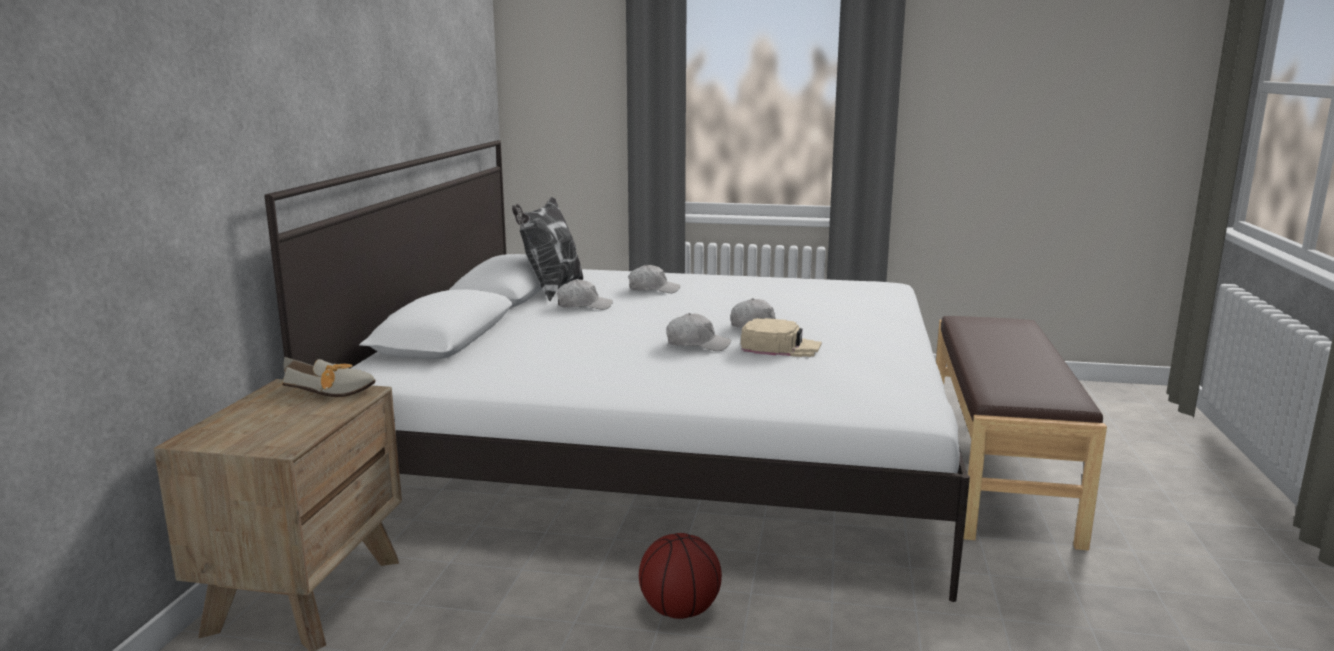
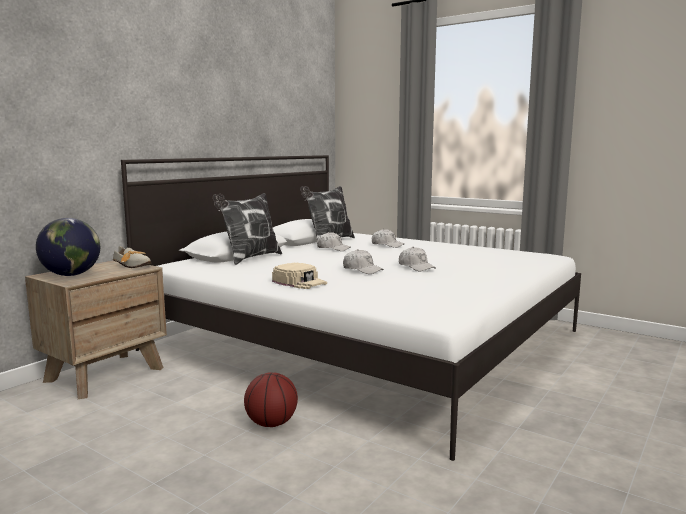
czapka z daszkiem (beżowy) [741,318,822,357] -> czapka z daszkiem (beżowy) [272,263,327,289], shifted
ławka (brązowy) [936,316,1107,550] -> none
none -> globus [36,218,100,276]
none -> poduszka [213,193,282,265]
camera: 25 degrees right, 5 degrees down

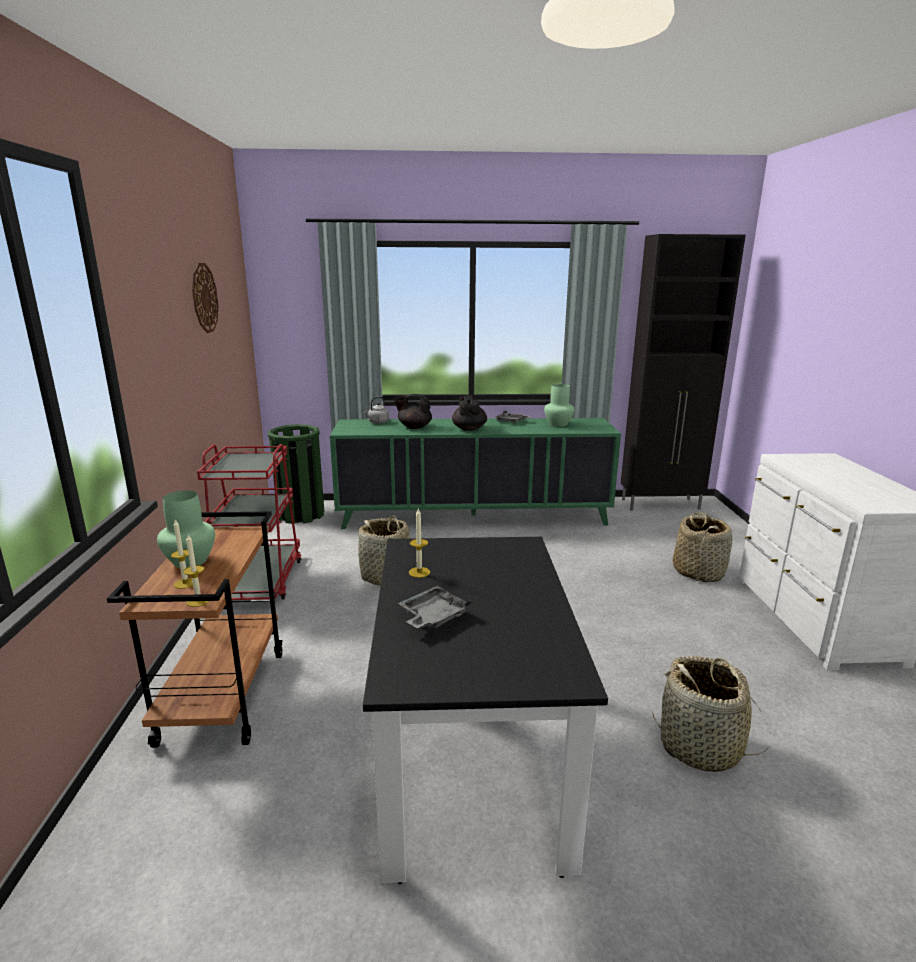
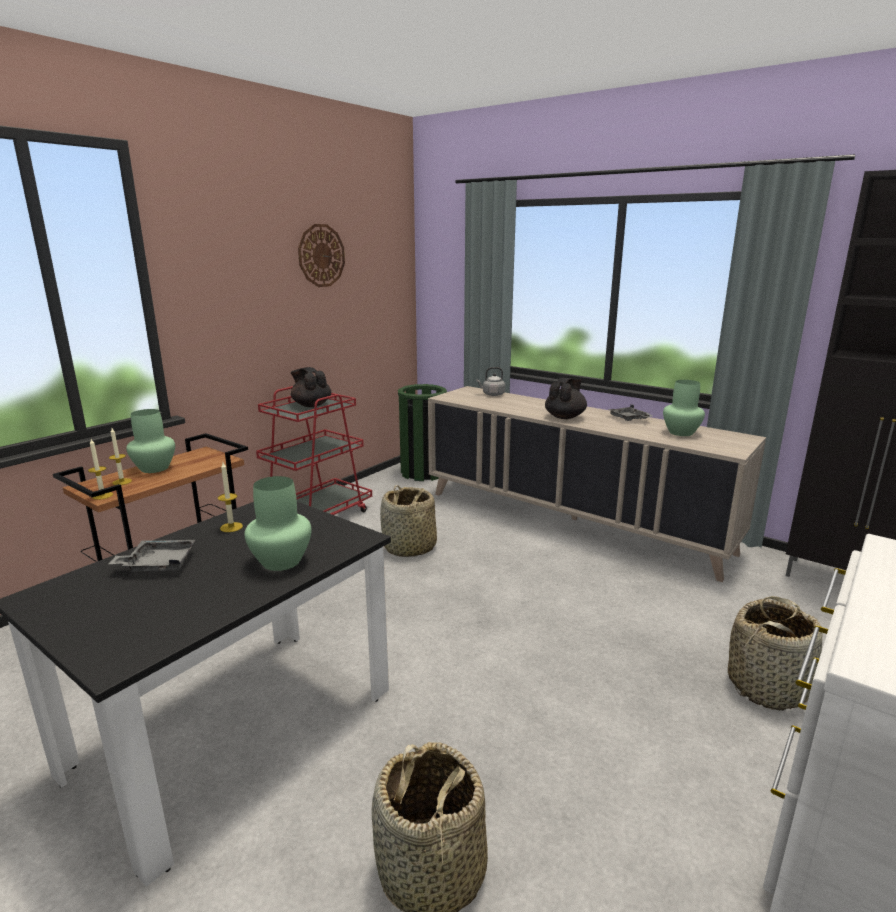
szafka (zielony) [330,418,621,529] -> szafka (beżowy) [428,386,766,582]
imbryk (czarny) [394,394,432,429] -> imbryk (czarny) [291,367,331,407], shifted
none -> wazon (zielony) [245,476,312,571]
camera: 40 degrees right, 0 degrees up

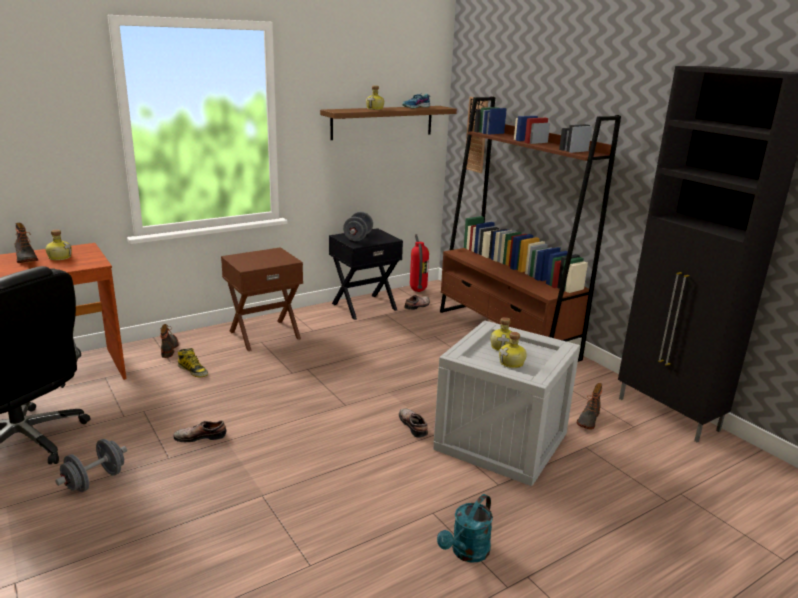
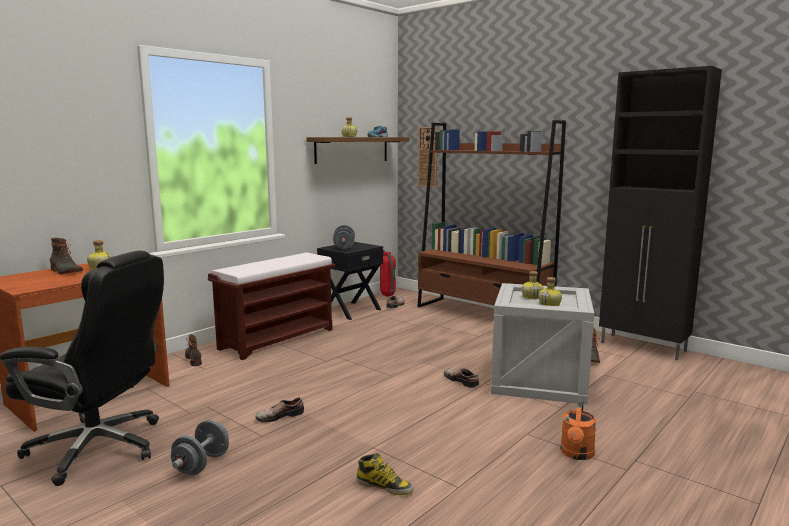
but z cholewką [178,348,208,377] -> but z cholewką [356,453,414,495], shifted
szafka nocna (brązowy) [221,247,303,351] -> ławka (brązowy) [208,252,336,360]
konewka (turkusowy) [437,494,493,563] -> konewka (pomarańczowy) [561,401,596,460]
camera: 15 degrees left, 10 degrees down

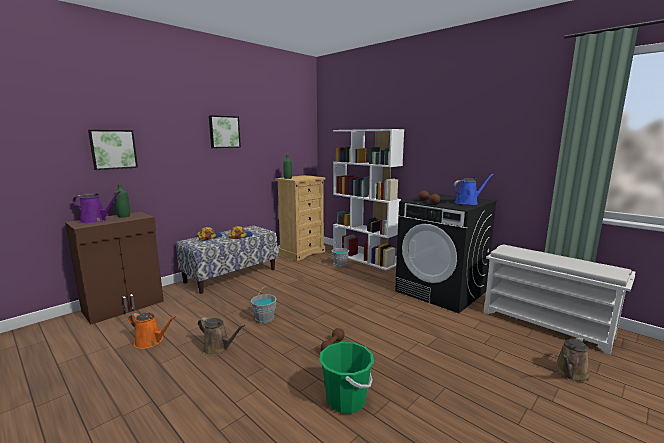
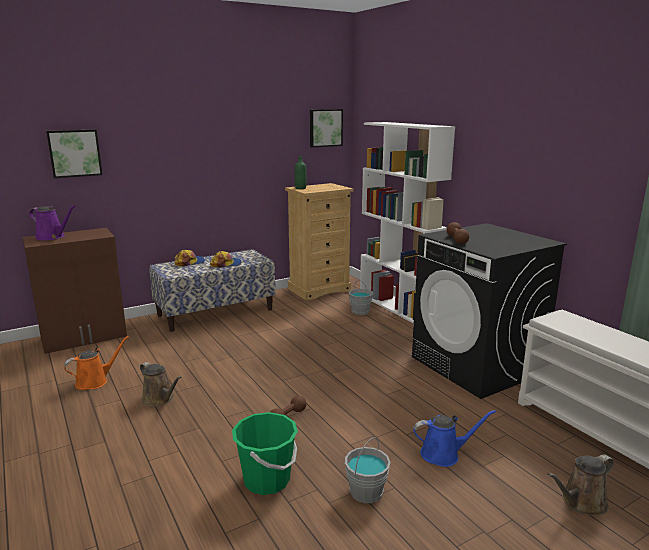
butelka (zielony) [114,184,130,218] -> none
konewka (pomarańczowy) [128,312,176,349] -> konewka (pomarańczowy) [64,336,129,390], 75 degrees counterclockwise
obraz [209,115,241,148] -> obraz [310,109,343,147], shifted
wiadro (szary) [251,286,277,324] -> wiadro (szary) [345,438,390,503], shifted
konewka (niebieski) [453,174,494,205] -> konewka (niebieski) [413,410,496,467], shifted
camera: 15 degrees right, 5 degrees up

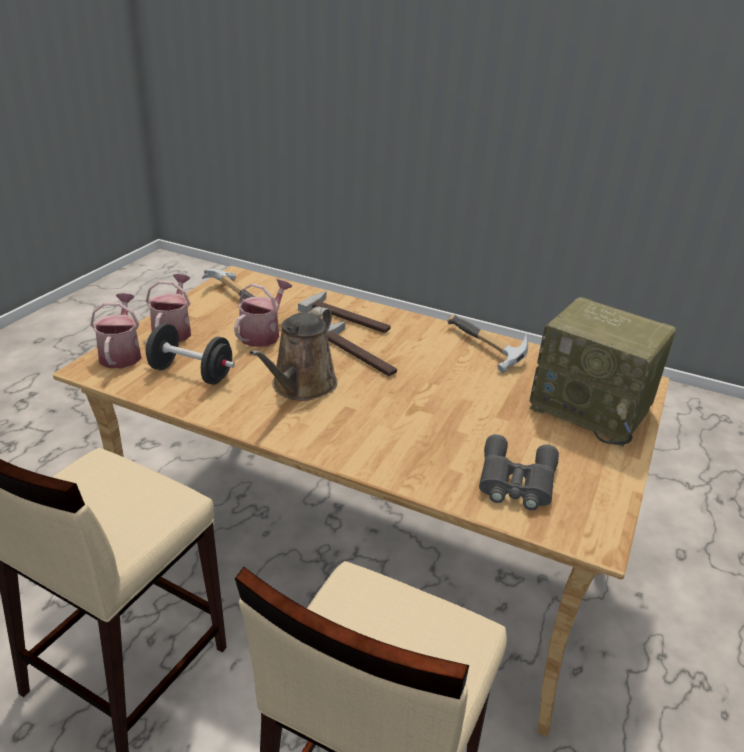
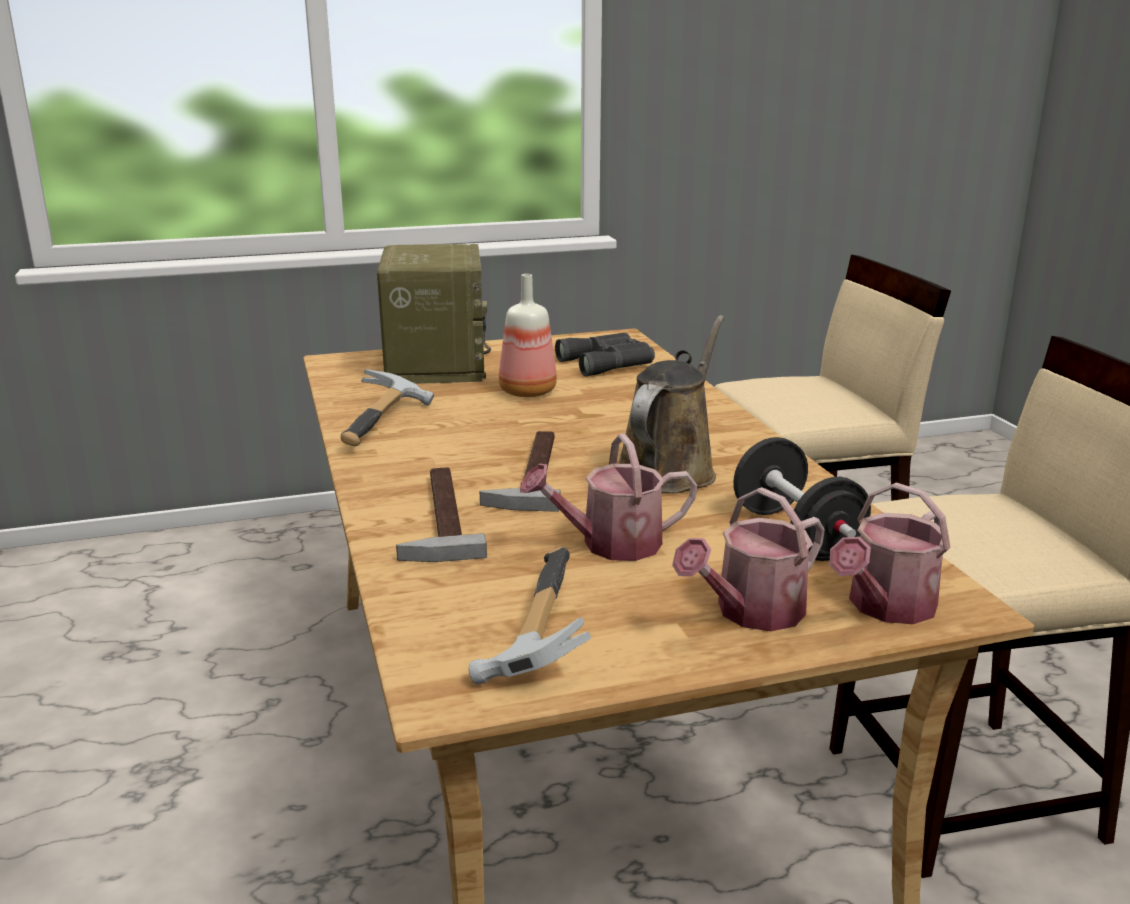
konewka (brązowy) [250,307,337,401] -> konewka (brązowy) [618,315,725,494], 45 degrees counterclockwise
none -> butelka [499,274,557,397]
camera: 130 degrees left, 10 degrees down

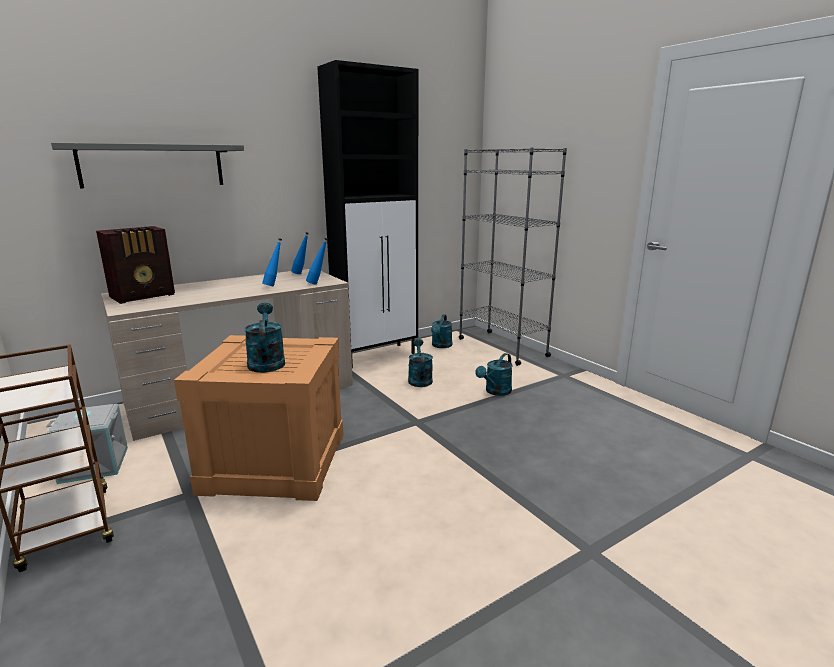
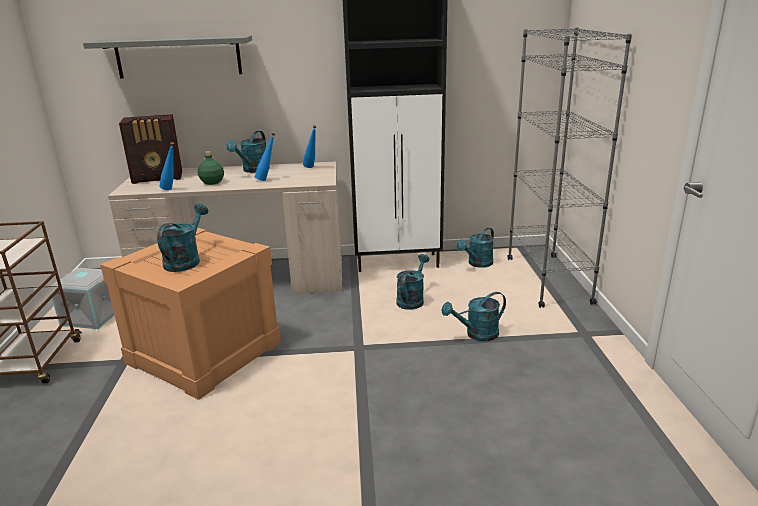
butelka (niebieski) [306,238,328,284] -> butelka (niebieski) [160,142,174,190], shifted
none -> butelka (zielony) [198,151,224,185]
none -> konewka (turkusowy) [226,131,270,173]
camera: 30 degrees right, 5 degrees up

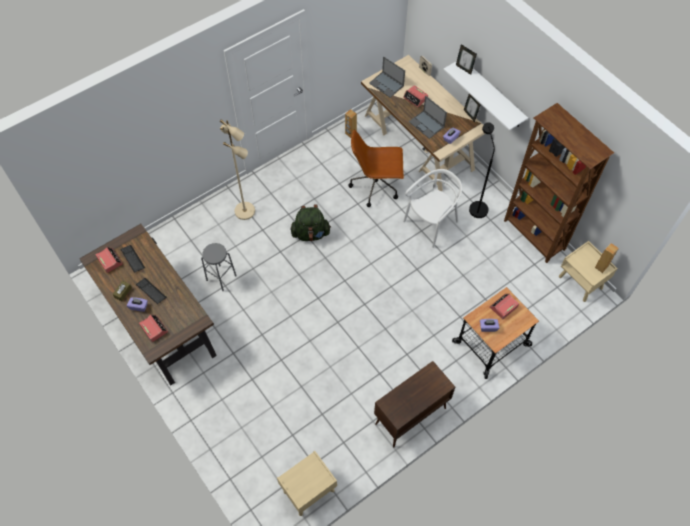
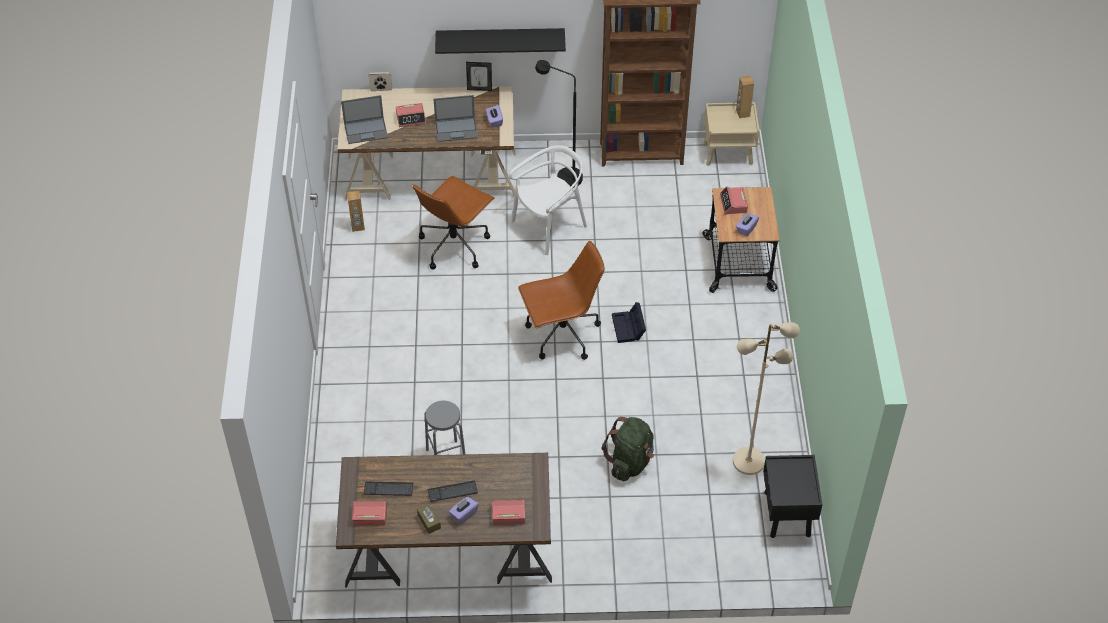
lampa stojąca (beżowy) [220,119,255,220] -> lampa stojąca (beżowy) [733,322,800,475], shifted
szafka nocna (beżowy) [277,451,337,516] -> szafka nocna (czarny) [763,455,822,538]
plecak (zielony) [290,205,331,241] -> plecak (zielony) [601,417,654,481], shifted
szafka (brązowy) [374,361,455,447] -> none
krzesło (biały) [403,169,462,248] -> krzesło (biały) [509,145,587,255], 60 degrees clockwise
półka (biały) [444,61,528,130] -> półka (czarny) [435,28,566,54]
ramka na zdjęcie [456,44,477,75] -> none
none -> krzesło biurowe (brązowy) [518,241,605,360]
none -> pojemnik do przechowywania (czarny) [612,302,646,343]
camera: 55 degrees left, 10 degrees down

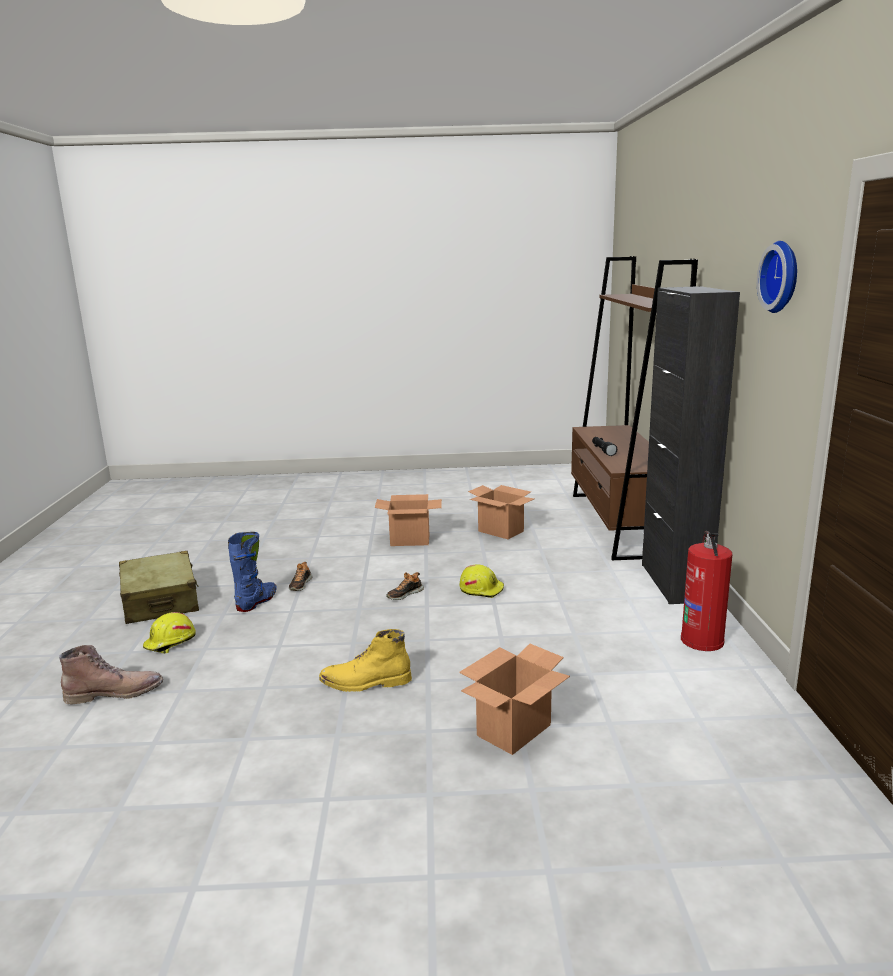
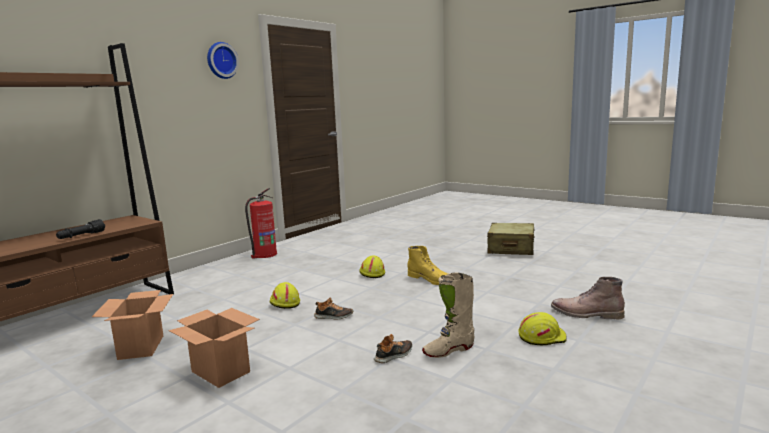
walizka (beżowy) [119,551,199,624] -> walizka (beżowy) [487,223,535,255], shifted
but z cholewką (niebieski) [228,532,277,612] -> but z cholewką (beżowy) [422,273,475,358]
karton [459,644,570,755] -> none
szafka (czarny) [642,286,740,604] -> none
none -> kask (żółty) [359,255,385,278]
camera: 140 degrees left, 5 degrees down

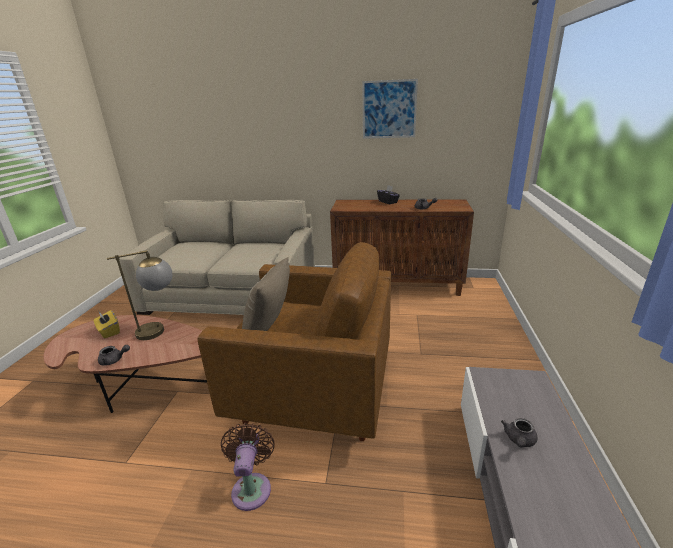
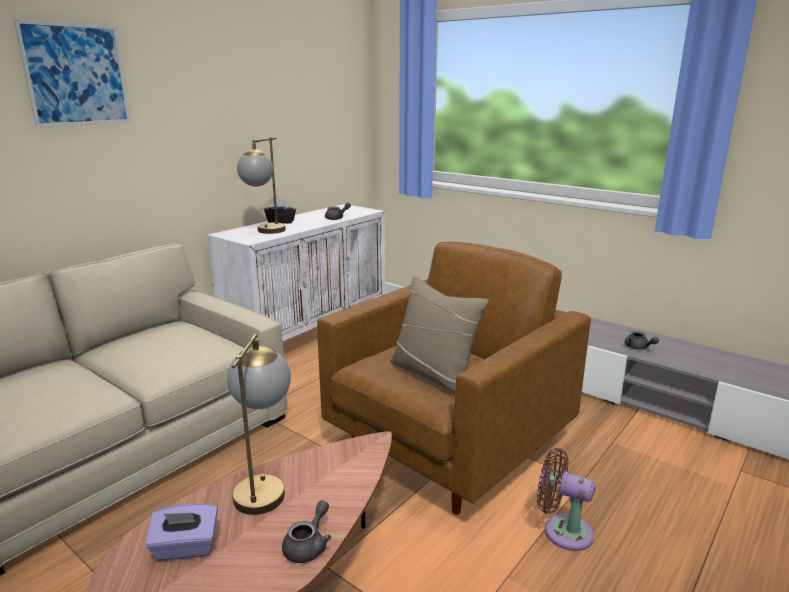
pudełko chusteczek (żółty) [94,310,120,338] -> pudełko chusteczek (fioletowy) [146,504,218,561]
szafka (brązowy) [330,199,474,296] -> szafka (biały) [208,204,385,341]
obraz [363,79,418,139] -> obraz [14,19,131,127], shifted
none -> lampa stołowa [237,137,286,234]
camera: 60 degrees left, 5 degrees down

